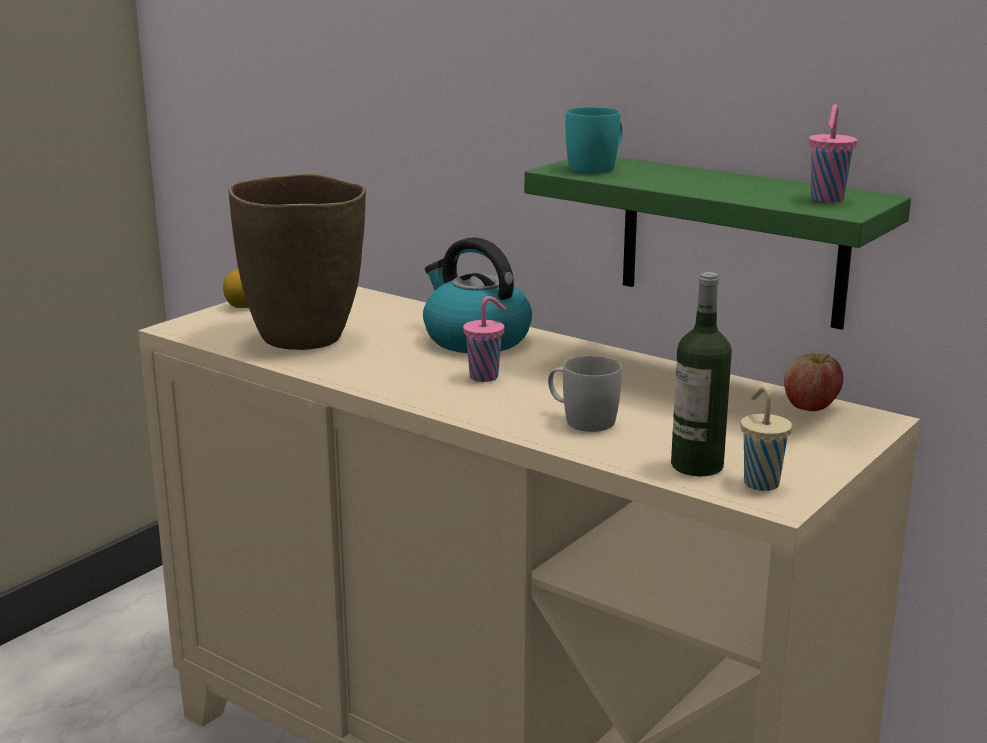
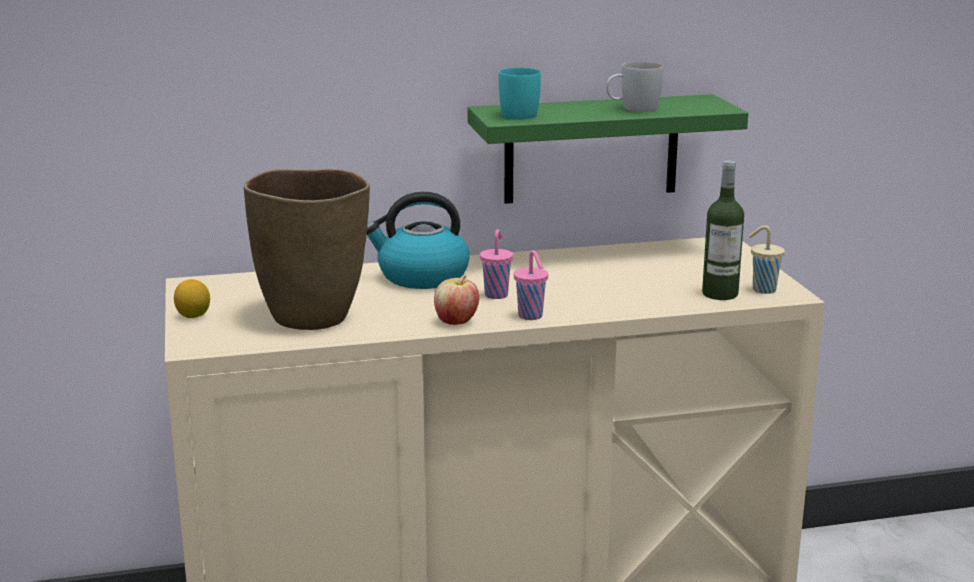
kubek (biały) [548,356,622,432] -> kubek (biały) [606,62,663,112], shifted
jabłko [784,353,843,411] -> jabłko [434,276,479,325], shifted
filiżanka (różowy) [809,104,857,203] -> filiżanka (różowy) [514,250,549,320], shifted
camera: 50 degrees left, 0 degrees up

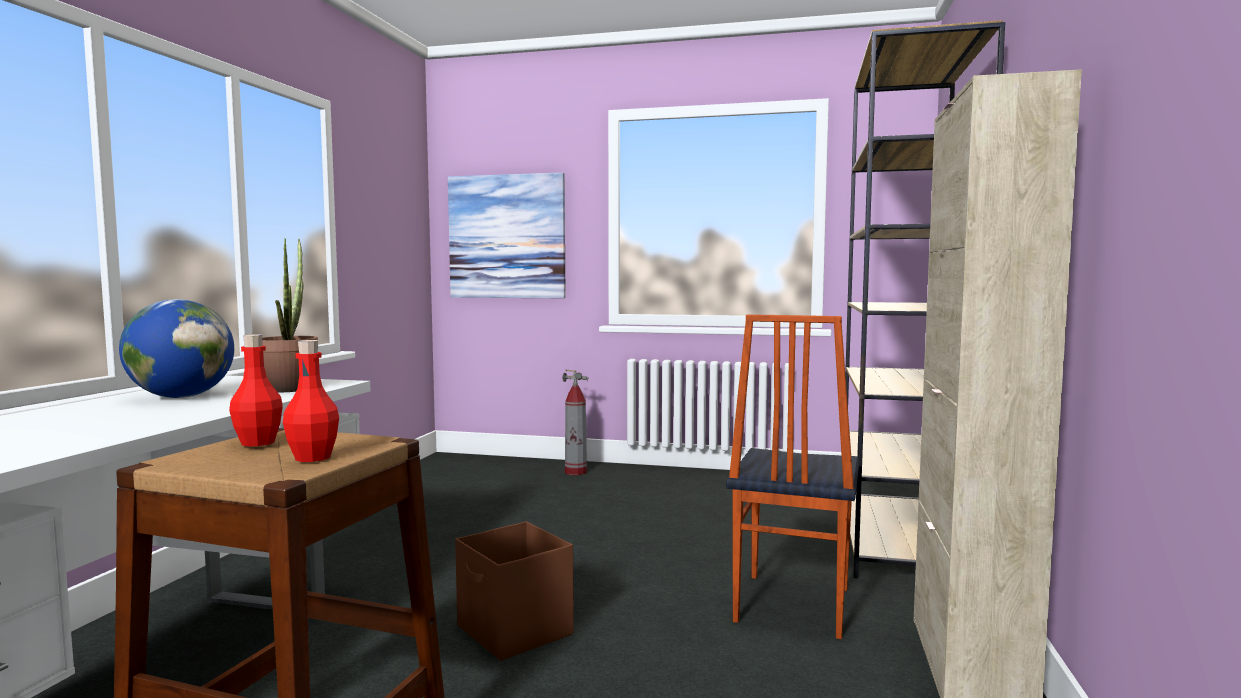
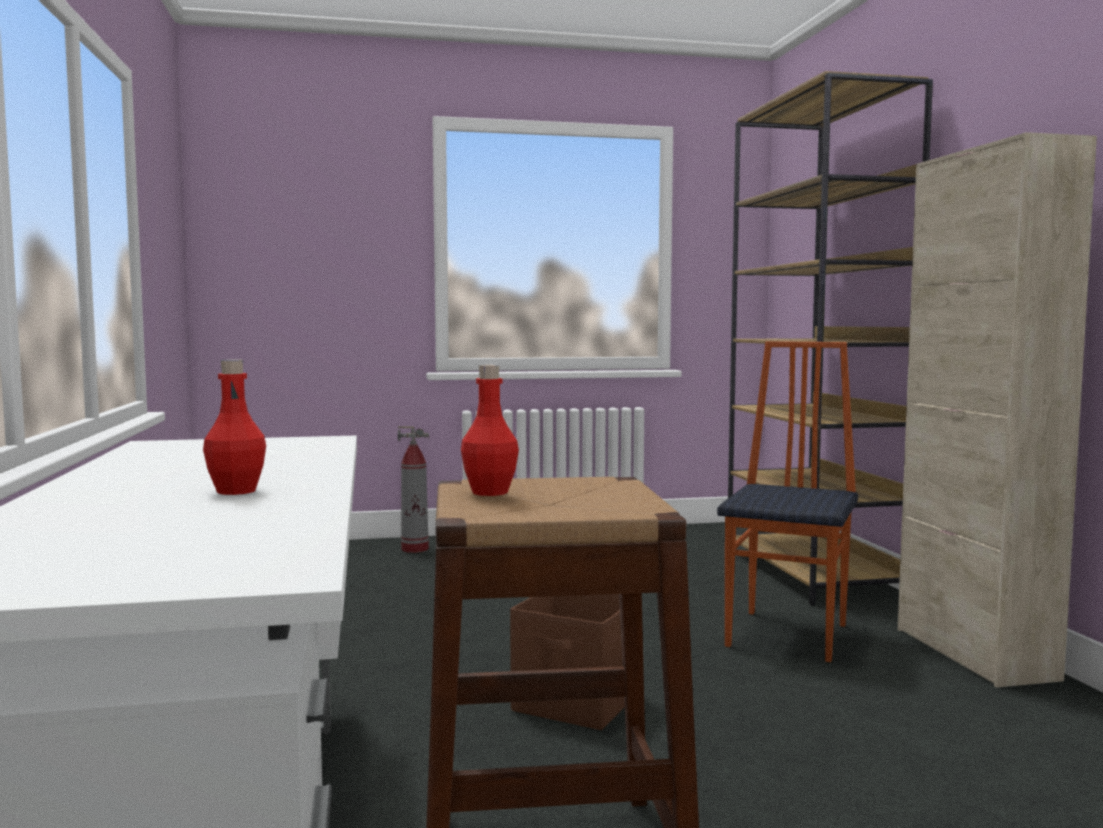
globus [119,299,234,398] -> none
roślina doniczkowa [262,238,318,392] -> none
butelka (czerwony) [283,340,339,462] -> butelka (czerwony) [203,359,266,495], shifted
obraz [448,173,566,298] -> none
krzesło [726,314,860,639] -> krzesło [717,341,858,662], 150 degrees counterclockwise
camera: 25 degrees left, 0 degrees up

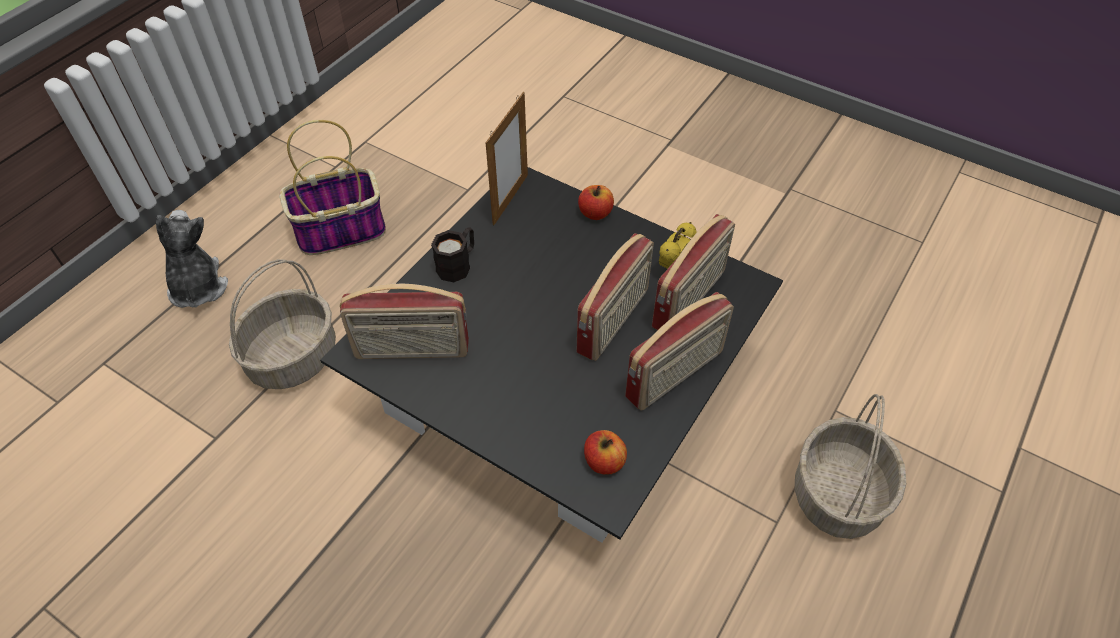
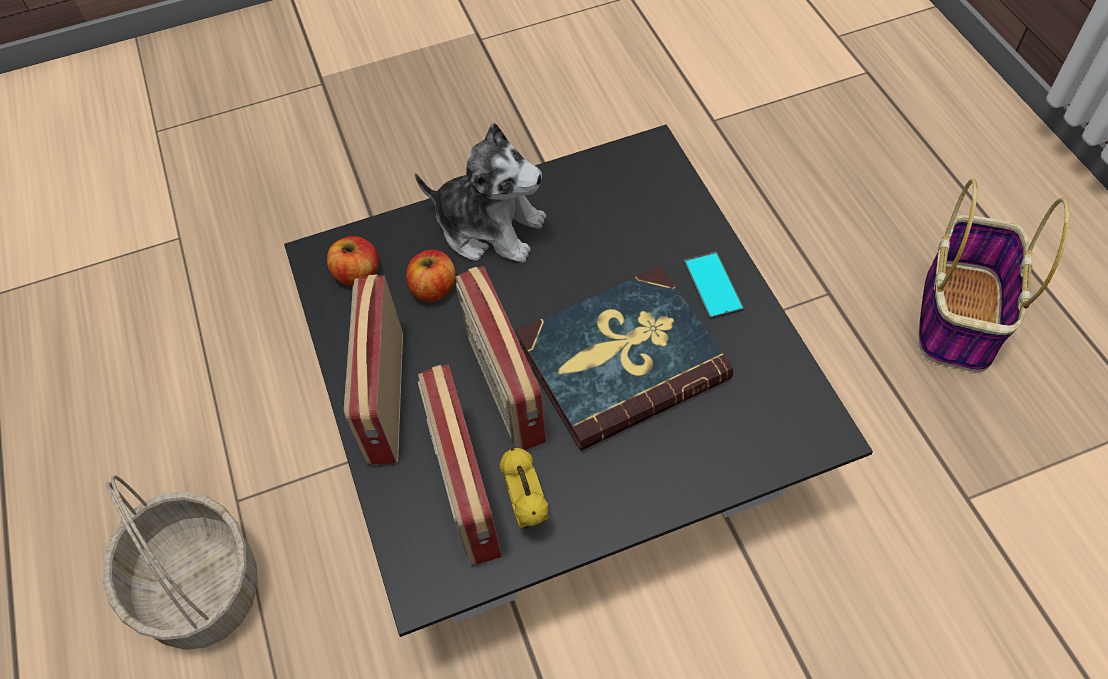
pluszak [156,210,228,308] -> pluszak [415,123,546,263], shifted
koszyk [229,259,336,389] -> none
radio [340,284,469,359] -> none
kubek (czarny) [431,227,474,282] -> telefon [684,252,744,319]
ramka na zdjęcie [486,92,528,226] -> none
jabłko [578,185,614,220] -> jabłko [406,250,456,302], shifted
none -> książka [516,266,733,451]
camera: 130 degrees right, 5 degrees up

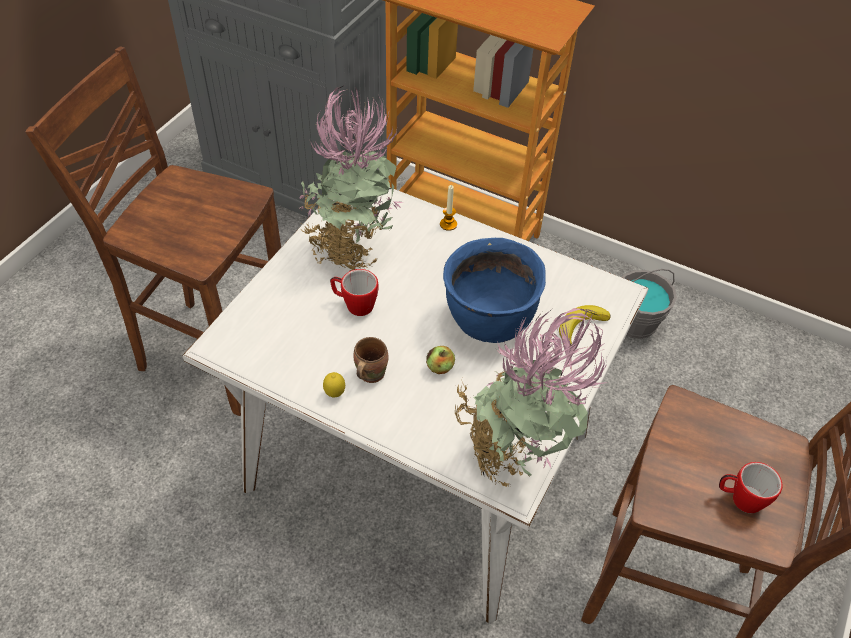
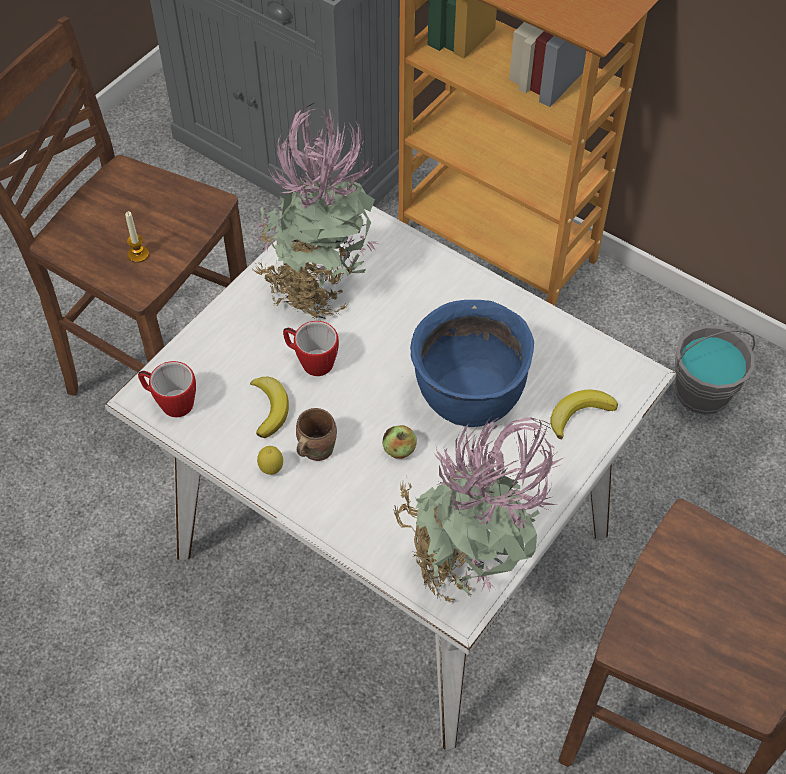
świeca [440,185,457,231] -> świeca [125,211,149,263], shifted
kubek [719,462,783,513] -> kubek [138,361,196,417], shifted
none -> banan [250,376,289,438]
camera: 10 degrees right, 5 degrees up

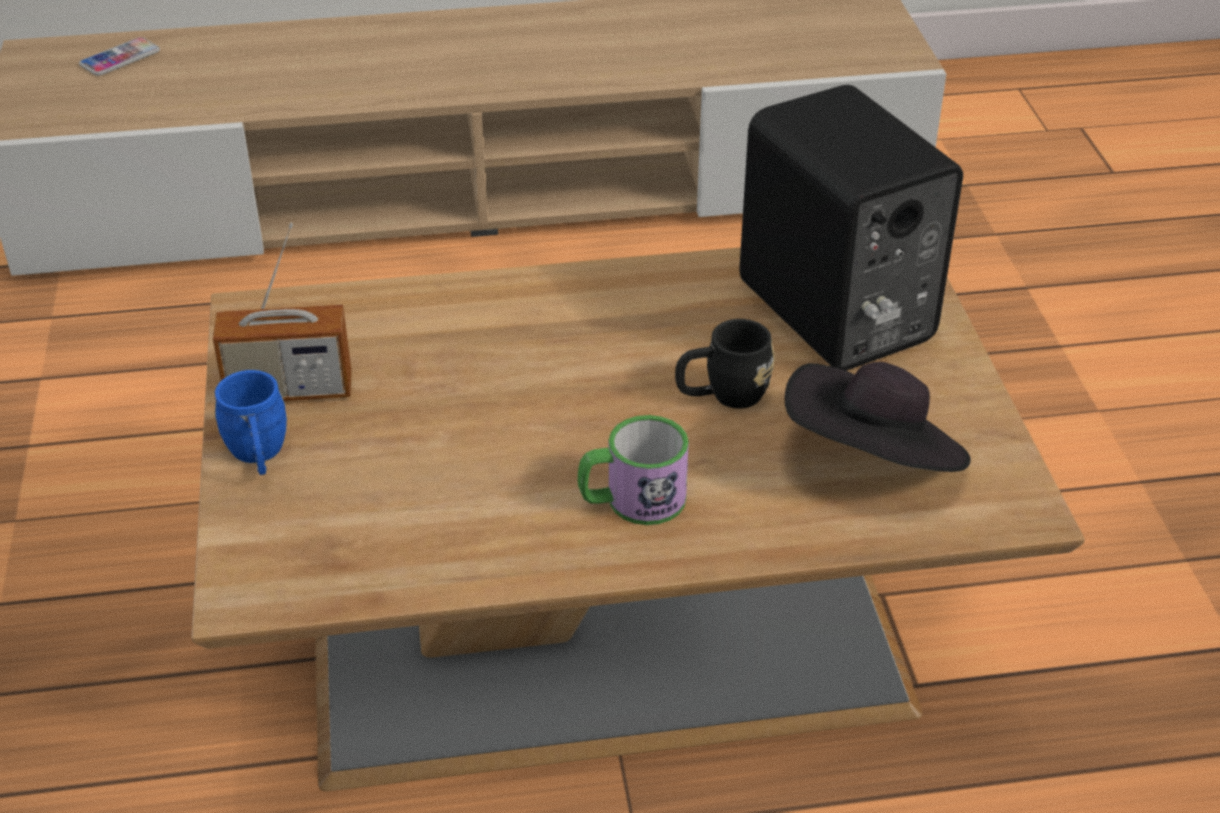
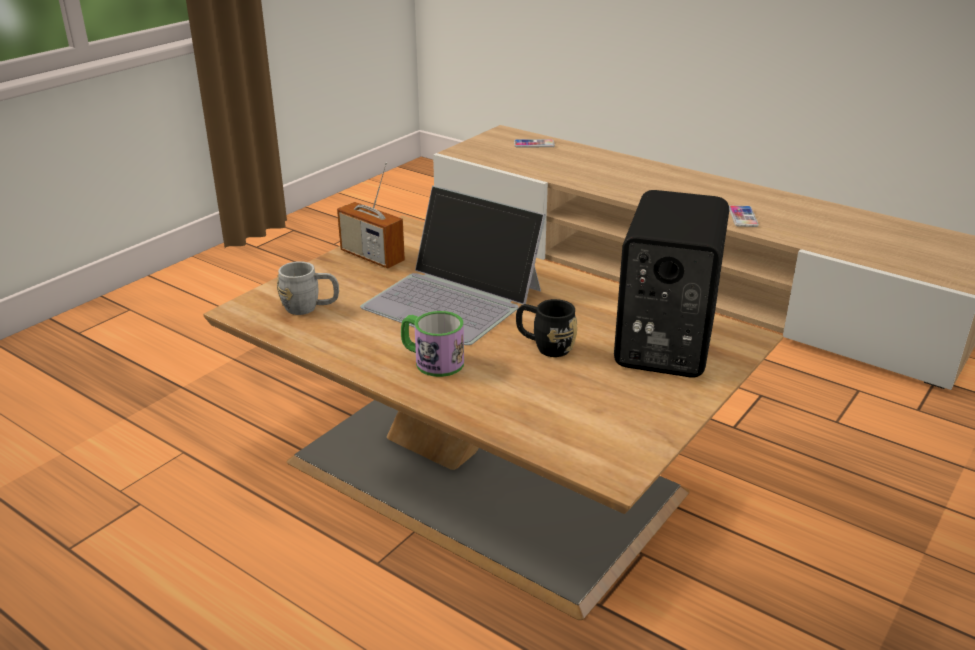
kubek (niebieski) [215,370,287,475] -> none
kapelusz (czarny) [785,362,971,472] -> none
none -> kubek (szary) [277,261,339,315]
none -> laptop [360,186,546,345]
none -> telefon [729,205,759,227]
camera: 45 degrees right, 10 degrees down

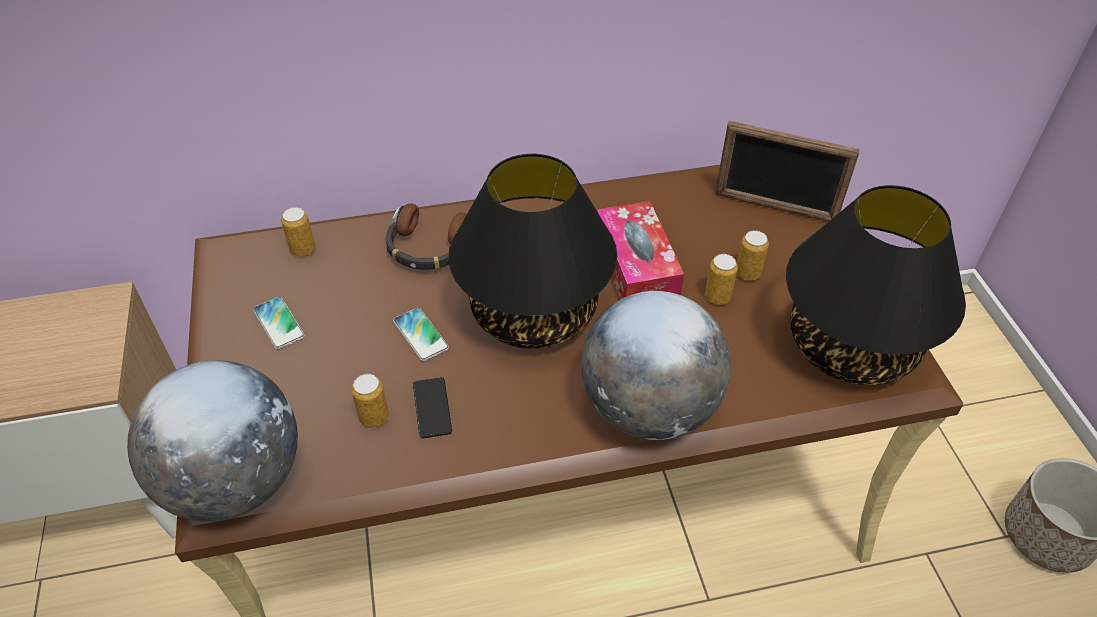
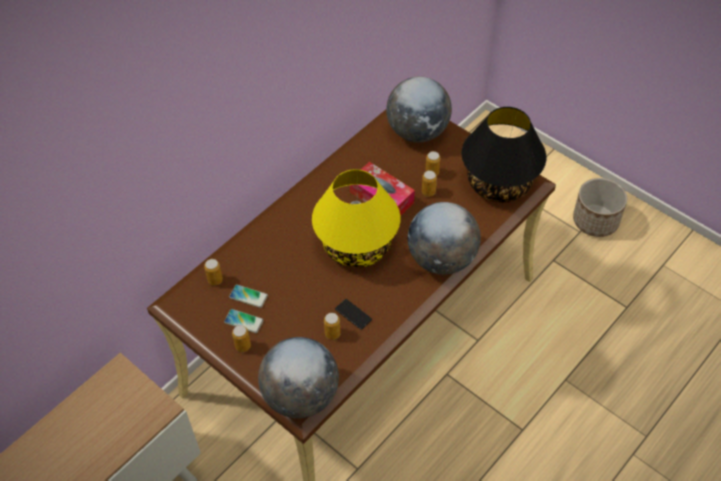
słuchawki [385,204,467,270] -> none
telefon [393,308,449,361] -> telefon [229,284,268,308], shifted
lampa stołowa (czarny) [448,154,617,349] -> lampa stołowa (żółty) [312,169,401,268]
ramka na zdjęcie [715,121,860,222] -> globus [386,77,452,142]
none -> puszka [232,325,251,352]
camera: 35 degrees left, 5 degrees up

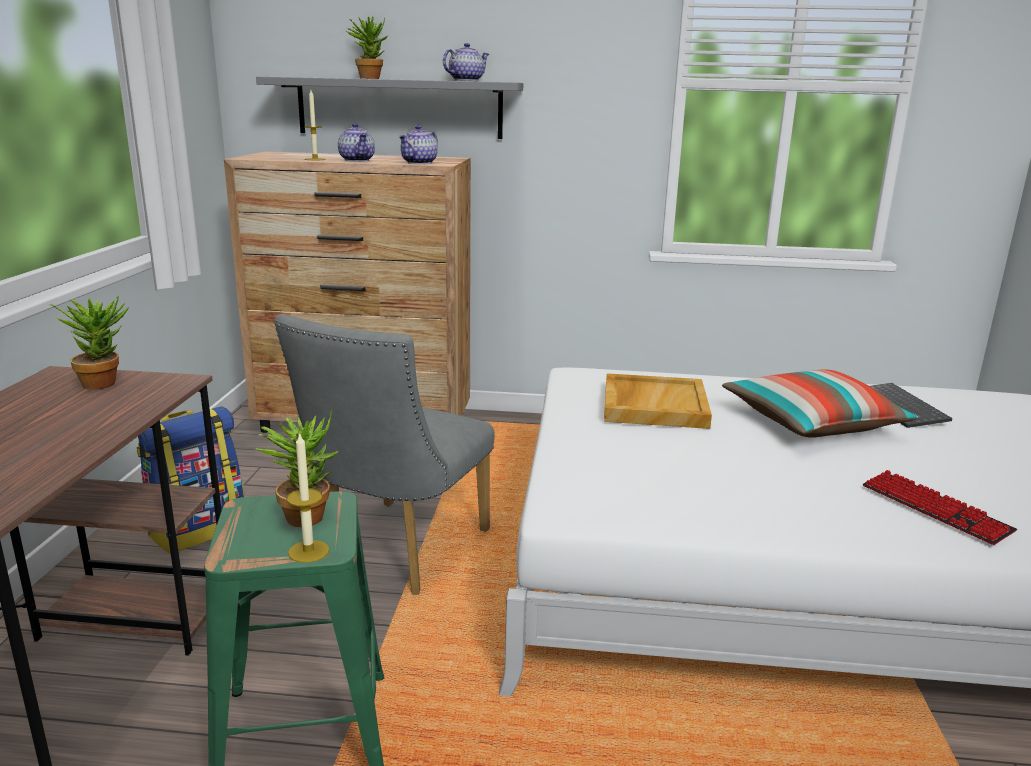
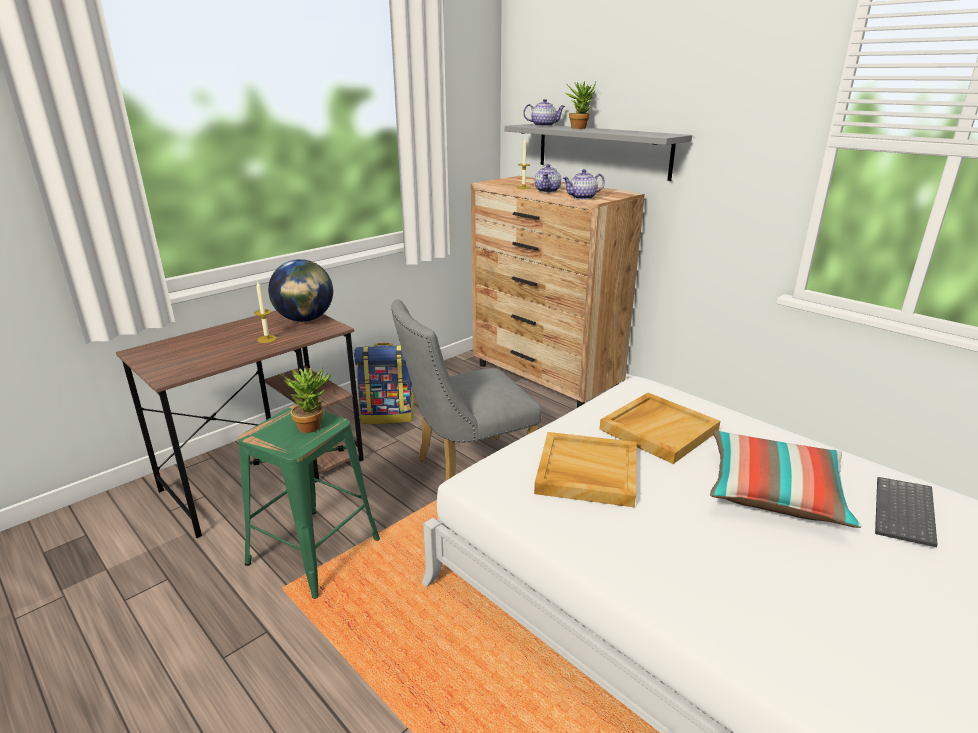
roślina doniczkowa [49,296,129,390] -> globus [268,259,333,322]
świeca [286,432,329,563] -> świeca [254,282,277,343], shifted
imbryk [443,43,489,81] -> imbryk [523,99,565,127], shifted
klawiatura [863,470,1017,545] -> none
none -> taca (beżowy) [534,432,637,507]
camera: 40 degrees right, 5 degrees up

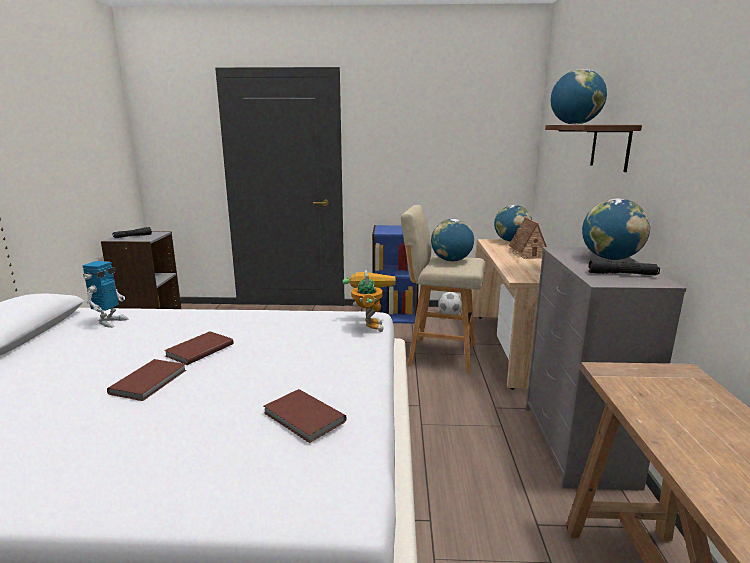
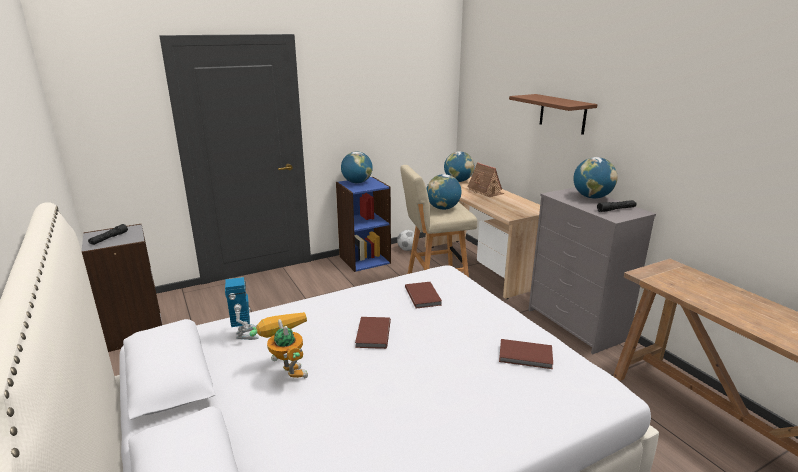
książka (brązowy) [107,359,186,401] -> książka (brązowy) [405,282,442,308], shifted
robot zabawkowy [343,270,395,332] -> robot zabawkowy [250,312,308,378], shifted
globus [551,69,607,125] -> globus [341,152,373,183], shifted
camera: 30 degrees left, 5 degrees up

